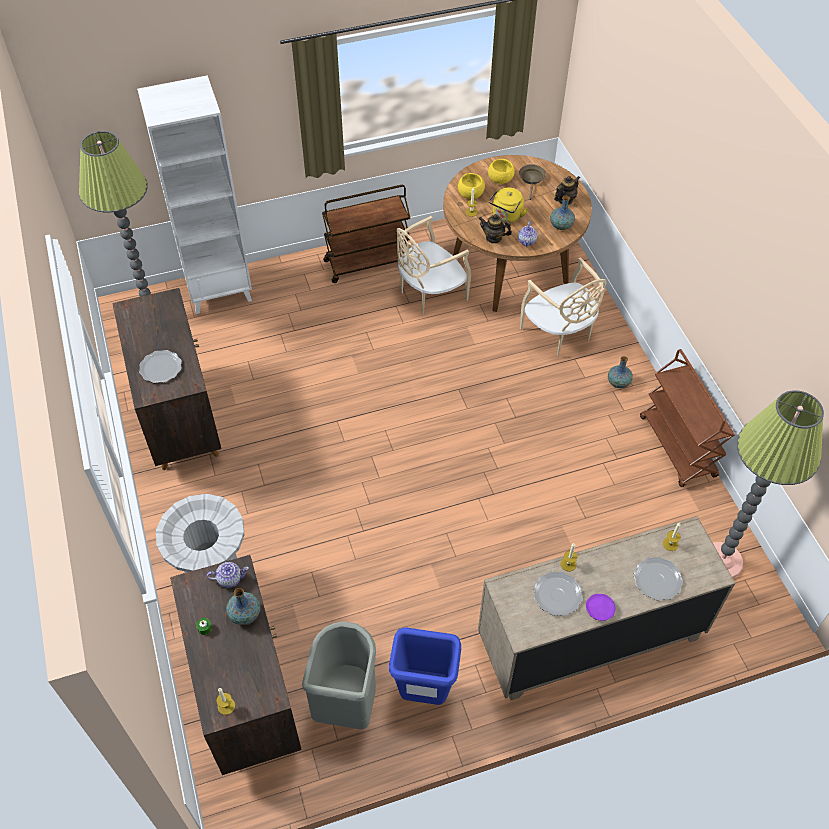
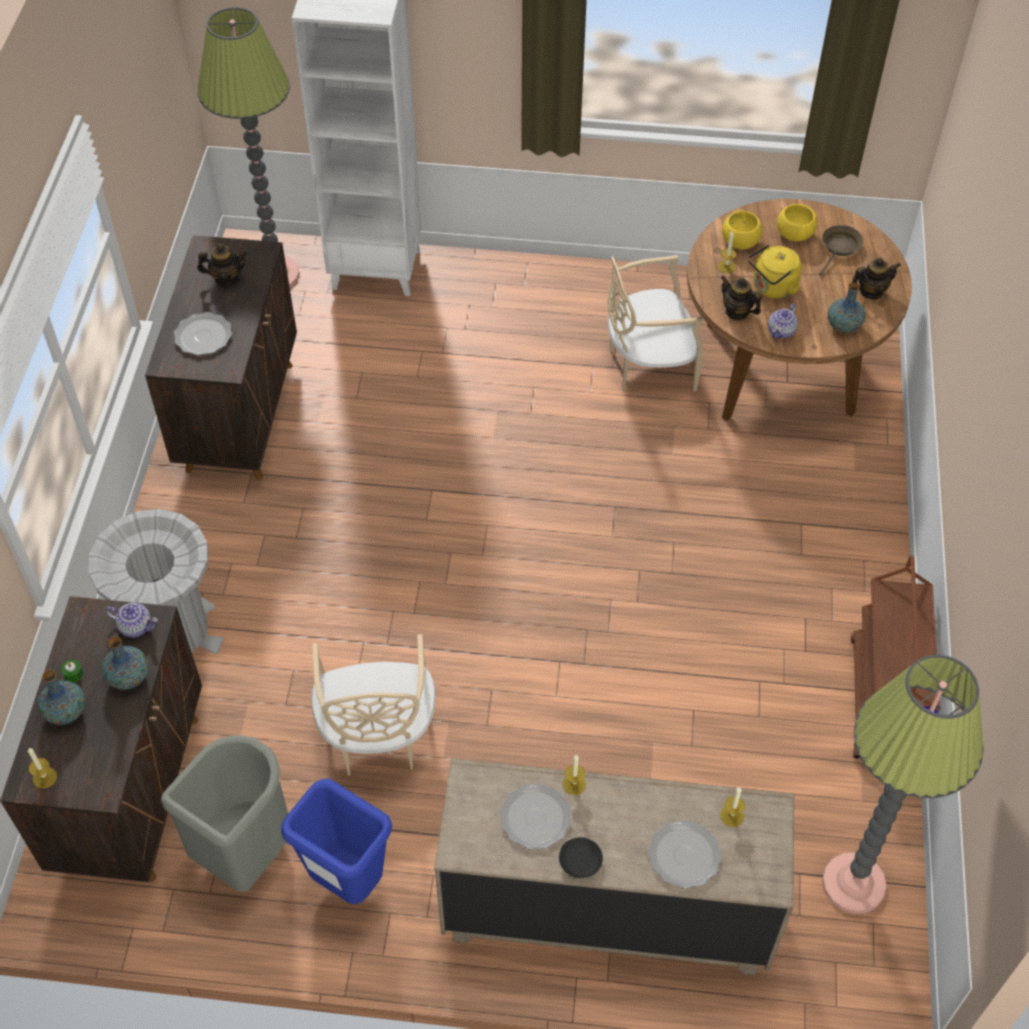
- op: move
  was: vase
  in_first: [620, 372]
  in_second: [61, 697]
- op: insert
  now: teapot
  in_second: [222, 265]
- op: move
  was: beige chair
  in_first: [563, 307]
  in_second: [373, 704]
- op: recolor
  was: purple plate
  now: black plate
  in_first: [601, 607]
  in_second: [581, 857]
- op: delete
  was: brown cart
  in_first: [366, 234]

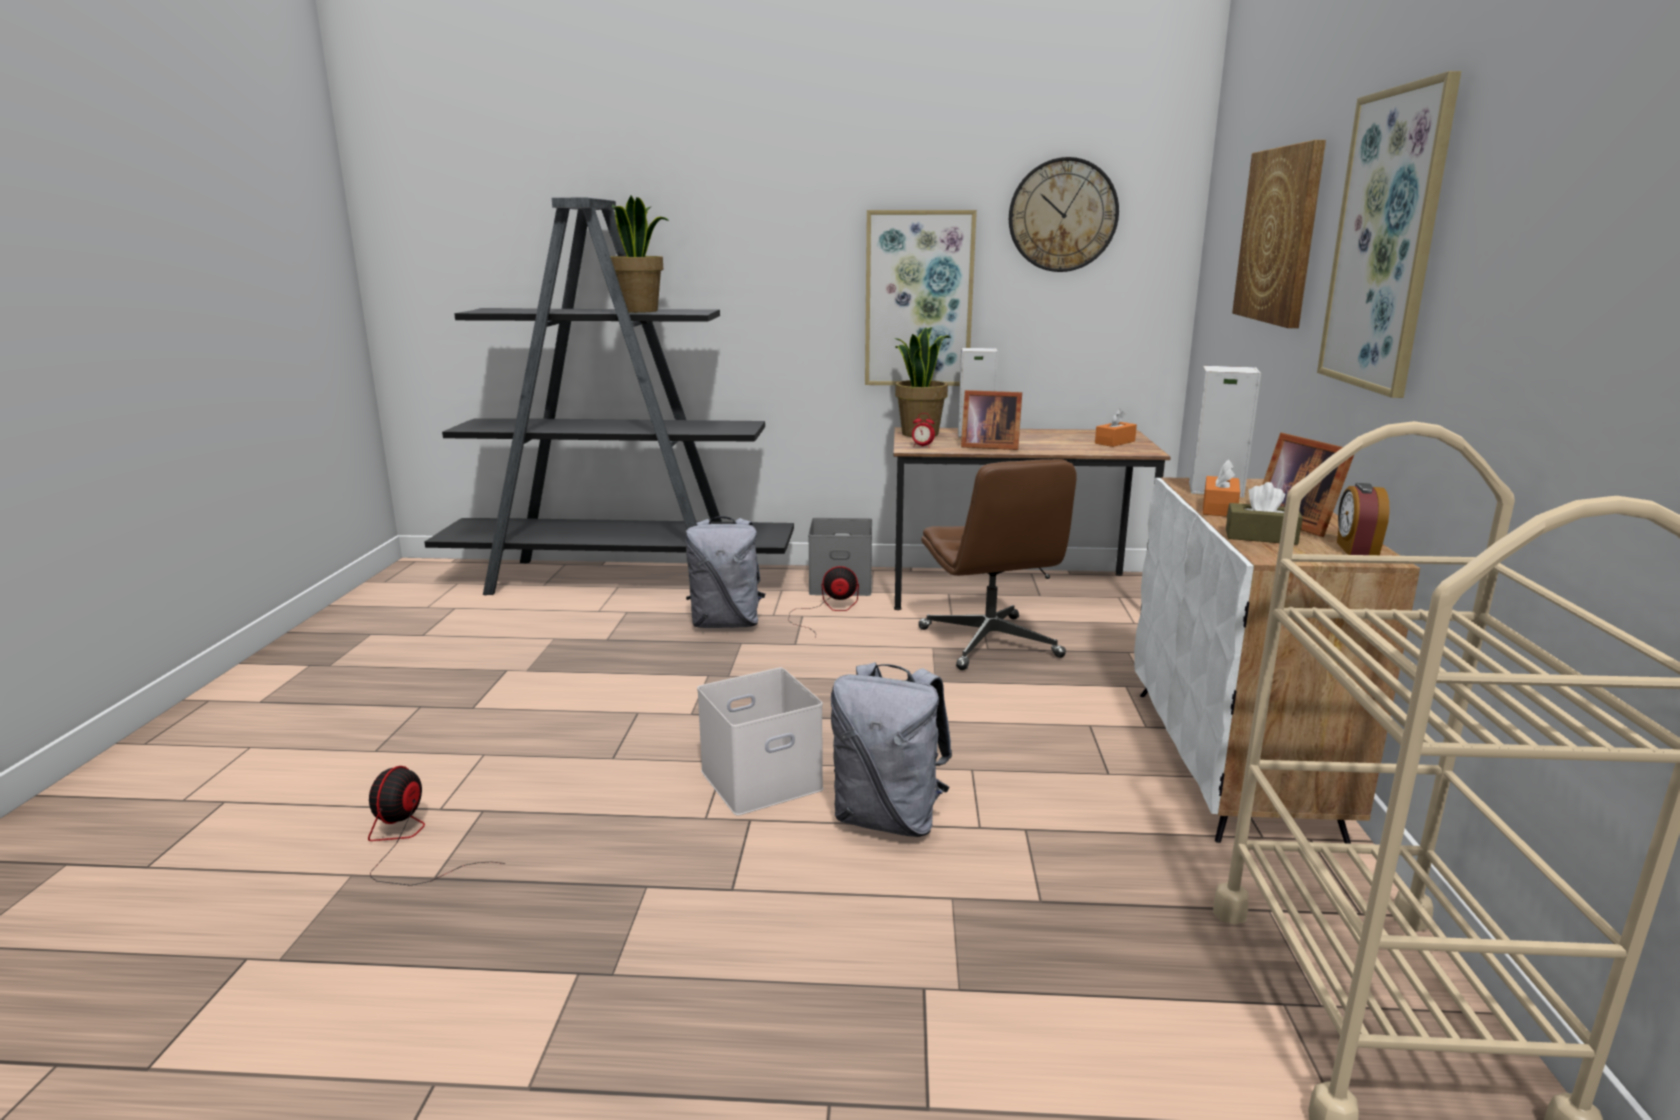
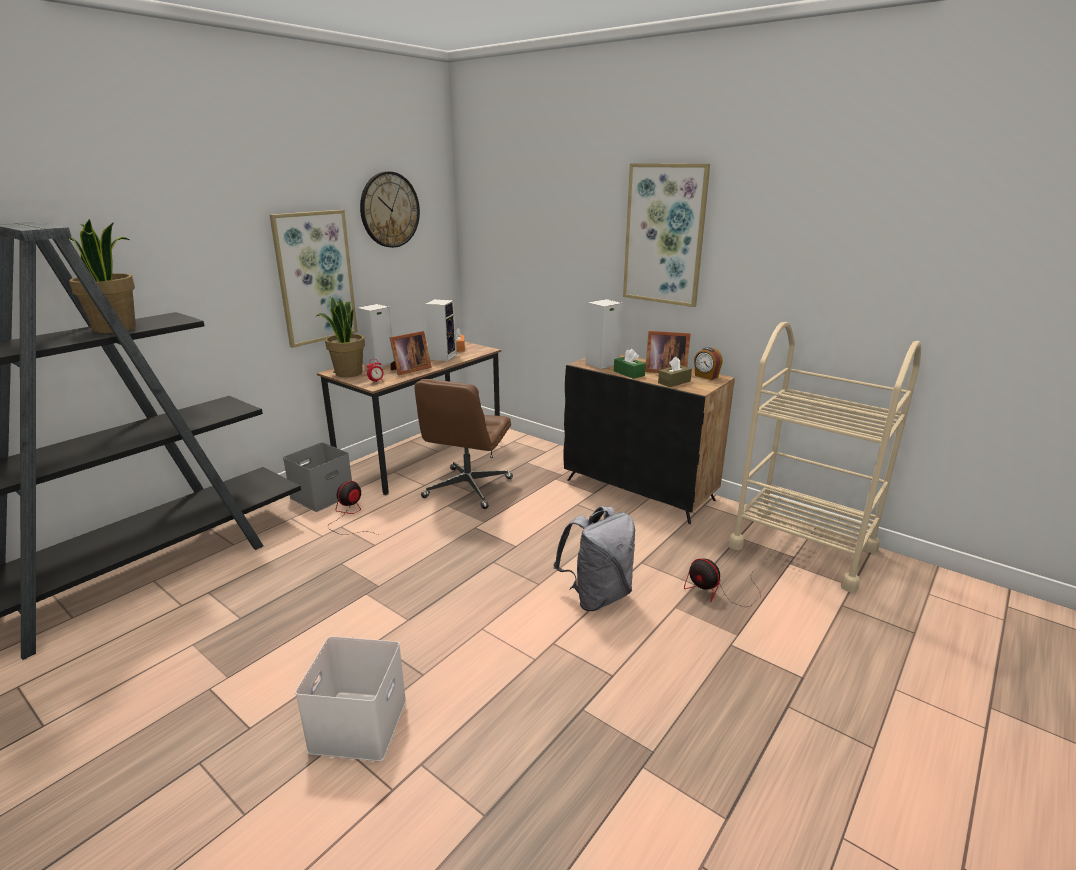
- op: move
  was: white storage box
  in_first: [760, 742]
  in_second: [350, 698]
- op: rotate
  was: brown office chair
  in_first: [997, 564]
  in_second: [464, 444]
  clockwise: 90
- op: insert
  now: speaker
  in_second: [441, 330]
- op: recolor
  was: white cabinet
  now: black cabinet
  in_first: [1277, 660]
  in_second: [649, 439]
- op: recolor
  was: orange tissue box
  now: green tissue box
  in_first: [1221, 488]
  in_second: [630, 364]
- op: move
  was: fan
  in_first: [436, 826]
  in_second: [722, 583]
- op: delete
  was: grey backpack
  in_first: [725, 572]
- op: delete
  was: picture
  in_first: [1279, 234]

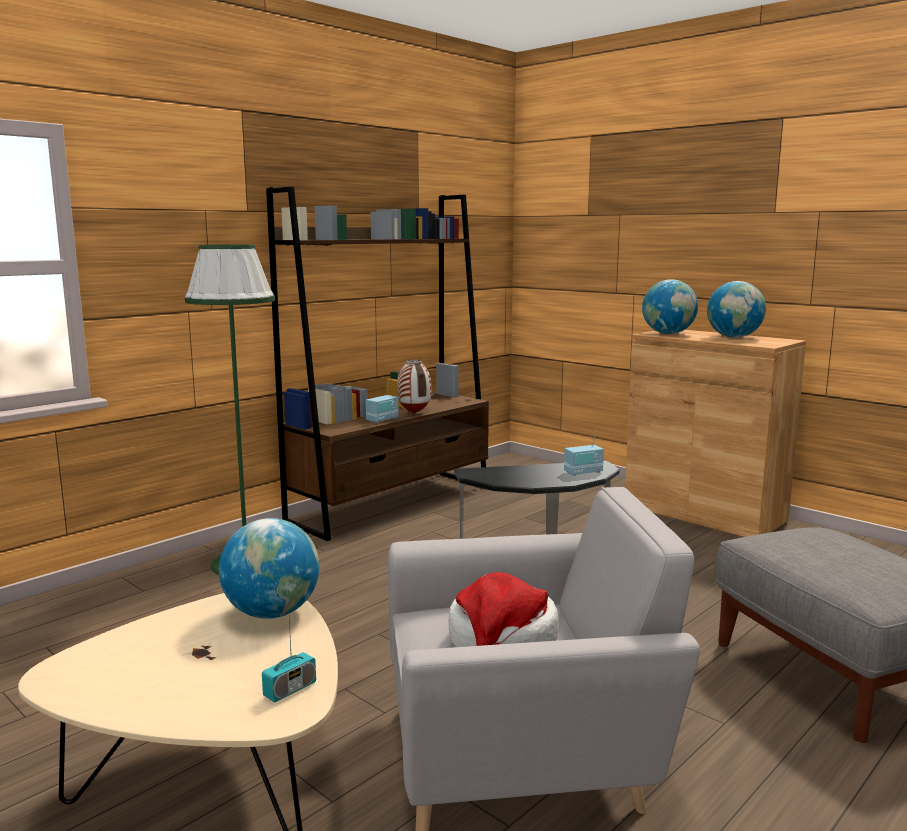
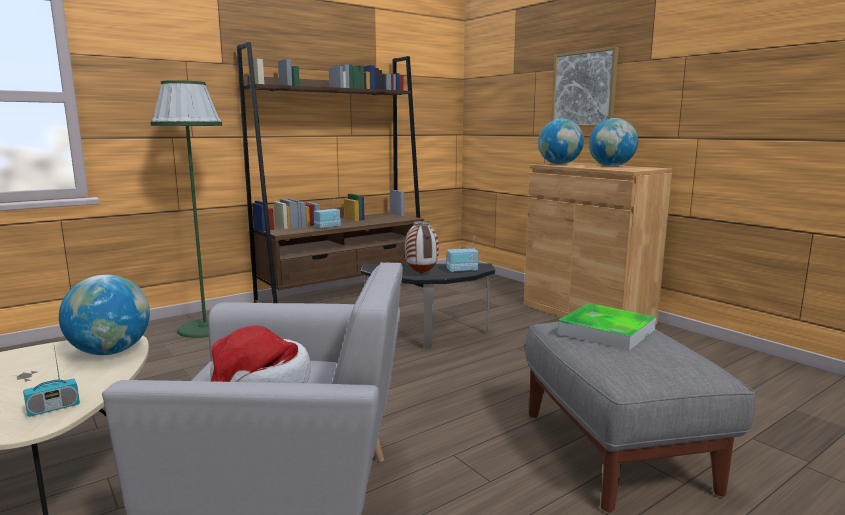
- op: move
  was: vase
  in_first: [414, 387]
  in_second: [422, 247]
- op: insert
  now: picture
  in_second: [585, 87]
- op: insert
  now: tray
  in_second: [607, 327]

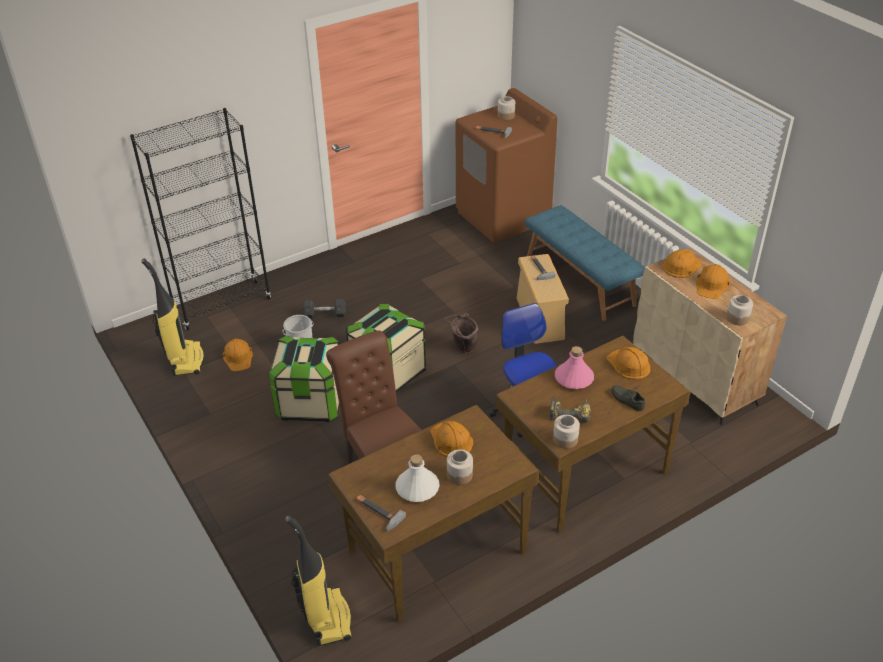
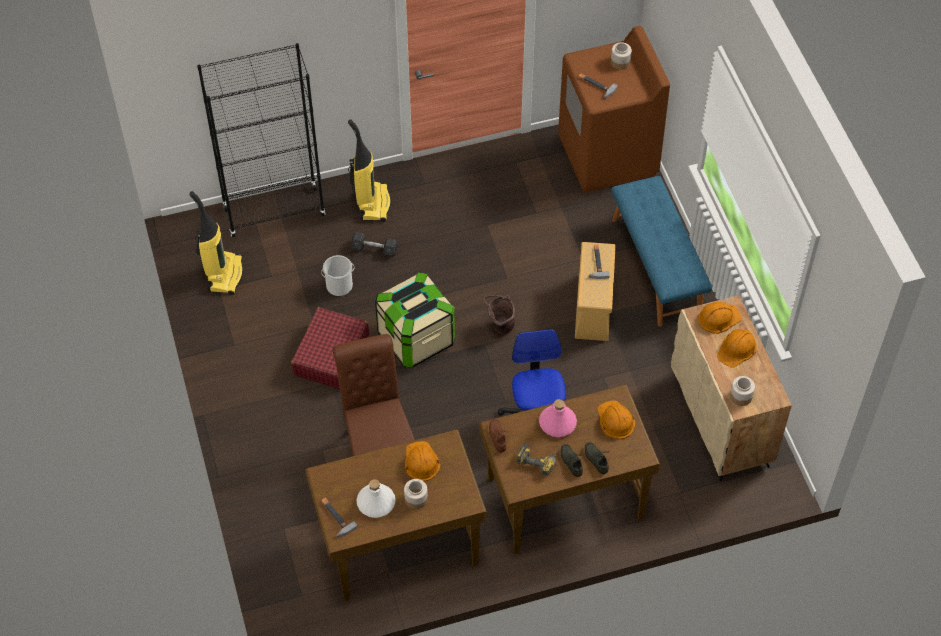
- op: replace
  was: storage box
  now: red suitcase
  in_first: [304, 379]
  in_second: [330, 348]
- op: move
  was: vacuum cleaner
  in_first: [318, 581]
  in_second: [369, 170]
- op: insert
  now: brown shoe
  in_second: [499, 436]
- op: insert
  now: grey shoe
  in_second: [572, 460]
- op: delete
  was: orange hard hat
  in_first: [238, 355]
- op: delete
  was: jar
  in_first: [566, 432]

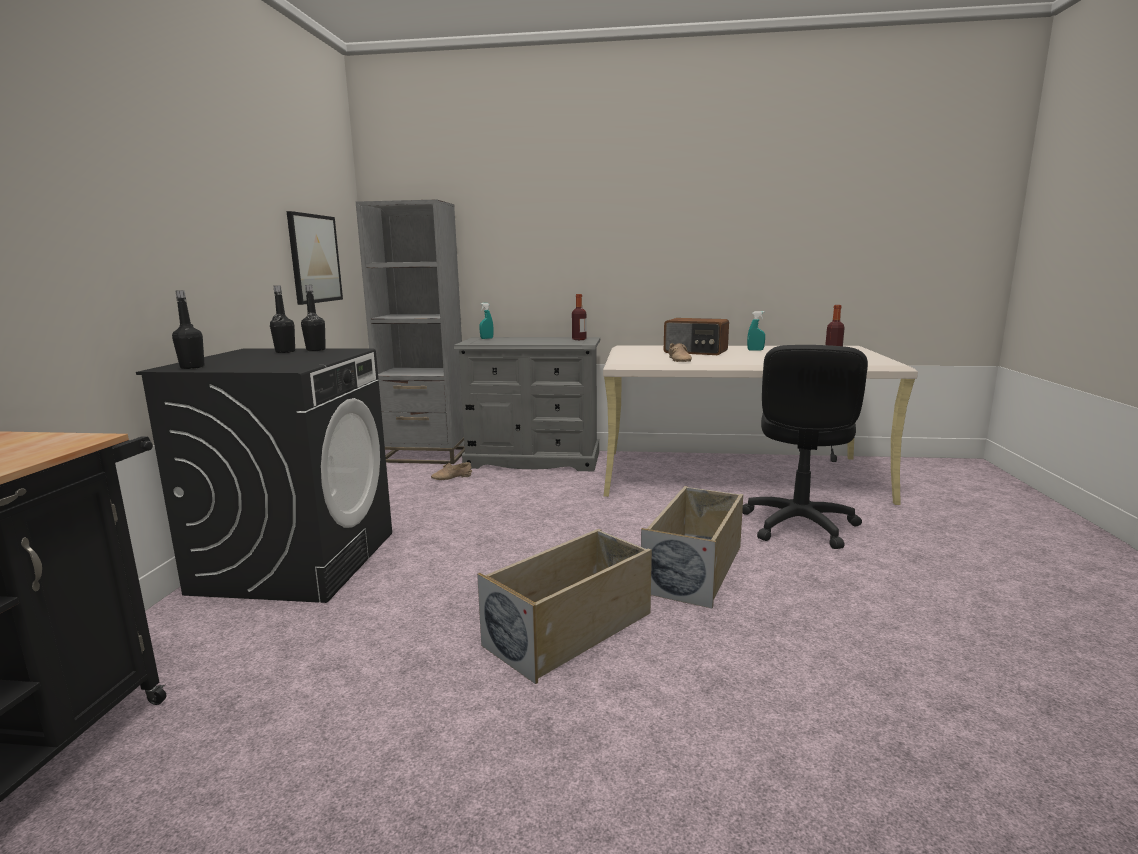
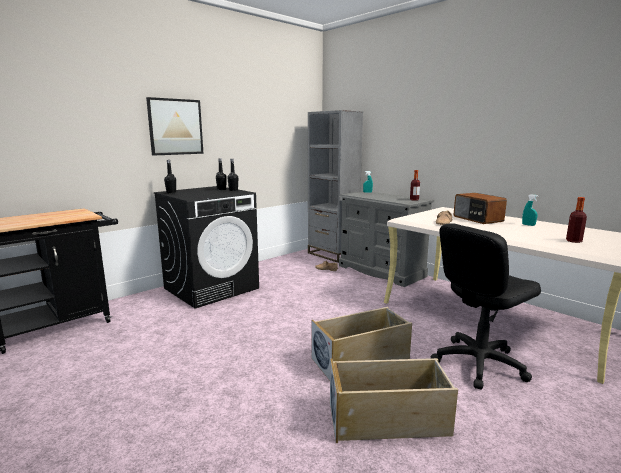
- op: move
  was: picture
  in_first: [315, 258]
  in_second: [175, 126]
- op: move
  was: beige storage box
  in_first: [564, 606]
  in_second: [394, 400]

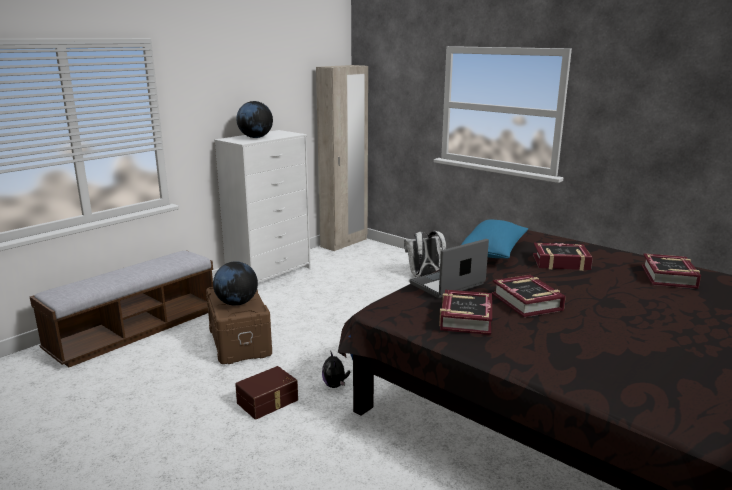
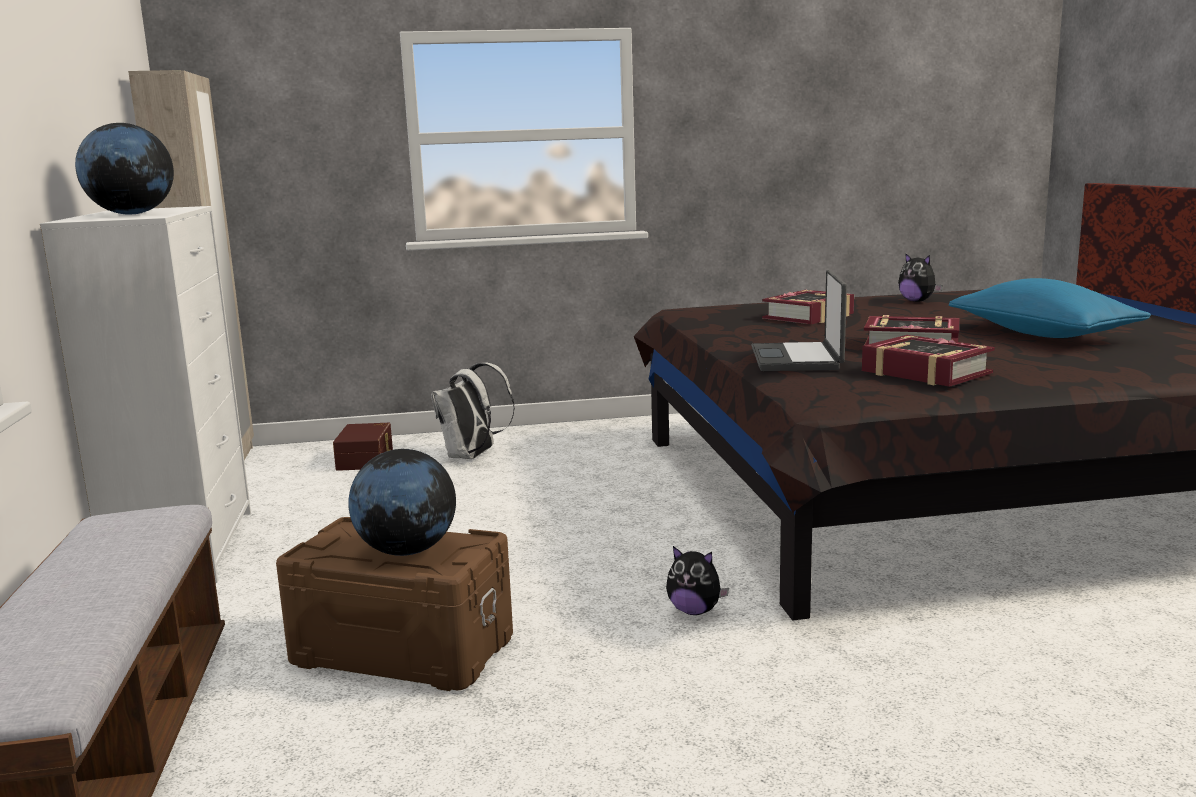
- op: move
  was: brown storage box
  in_first: [266, 393]
  in_second: [363, 447]
- op: replace
  was: book
  now: plush toy
  in_first: [671, 271]
  in_second: [920, 277]
- op: move
  was: blue pillow
  in_first: [494, 239]
  in_second: [1050, 308]

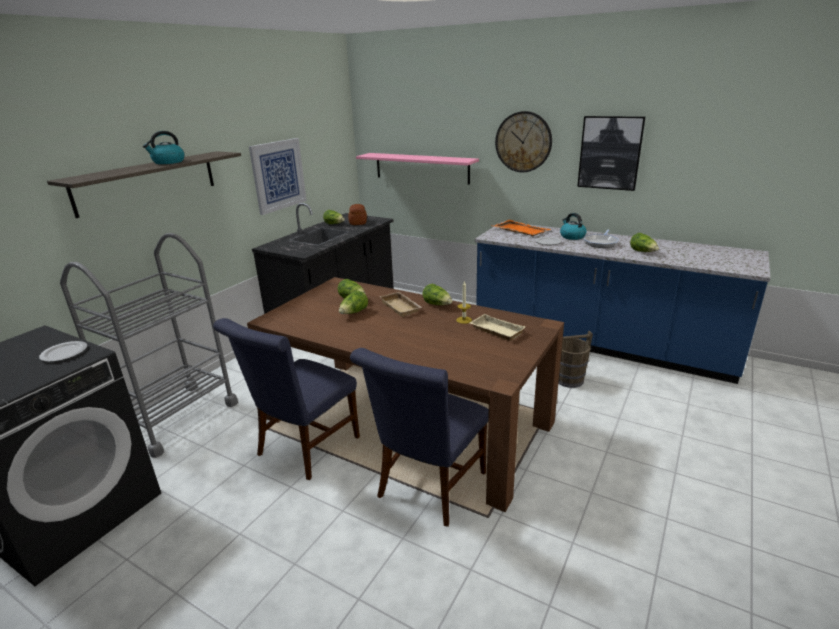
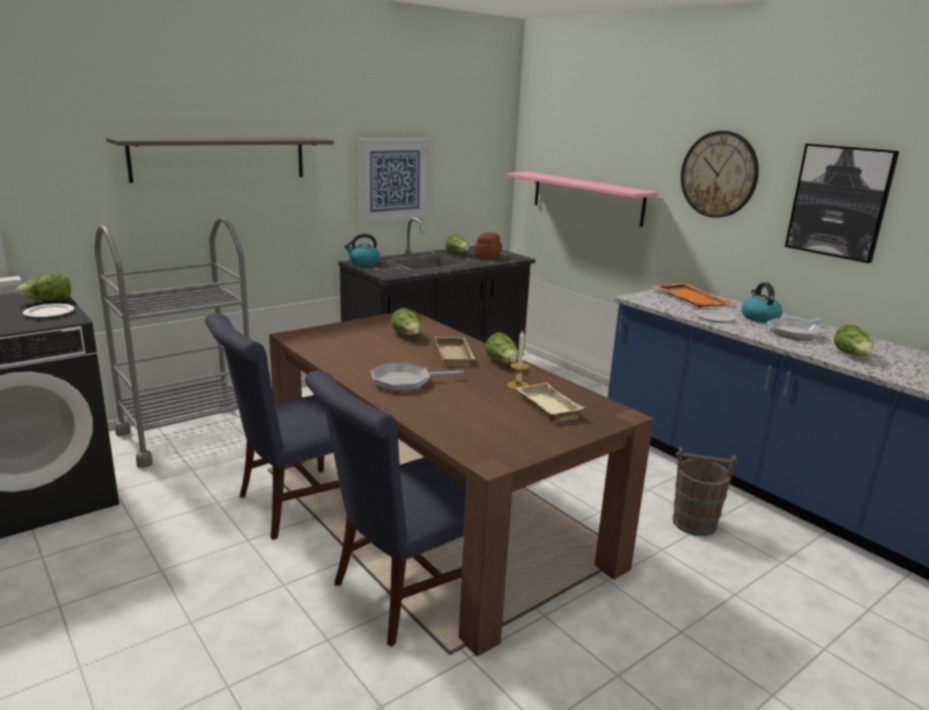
- op: move
  was: lettuce
  in_first: [353, 302]
  in_second: [43, 287]
- op: move
  was: kettle
  in_first: [164, 147]
  in_second: [362, 249]
- op: insert
  now: frying pan
  in_second: [417, 377]

